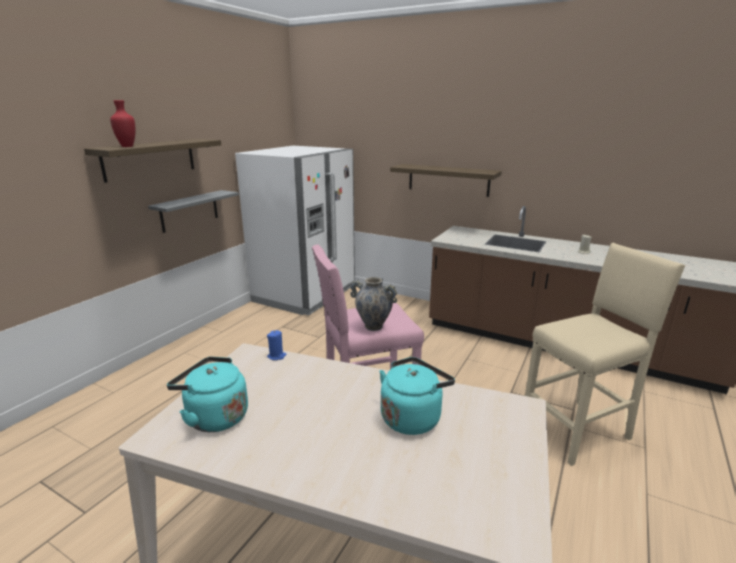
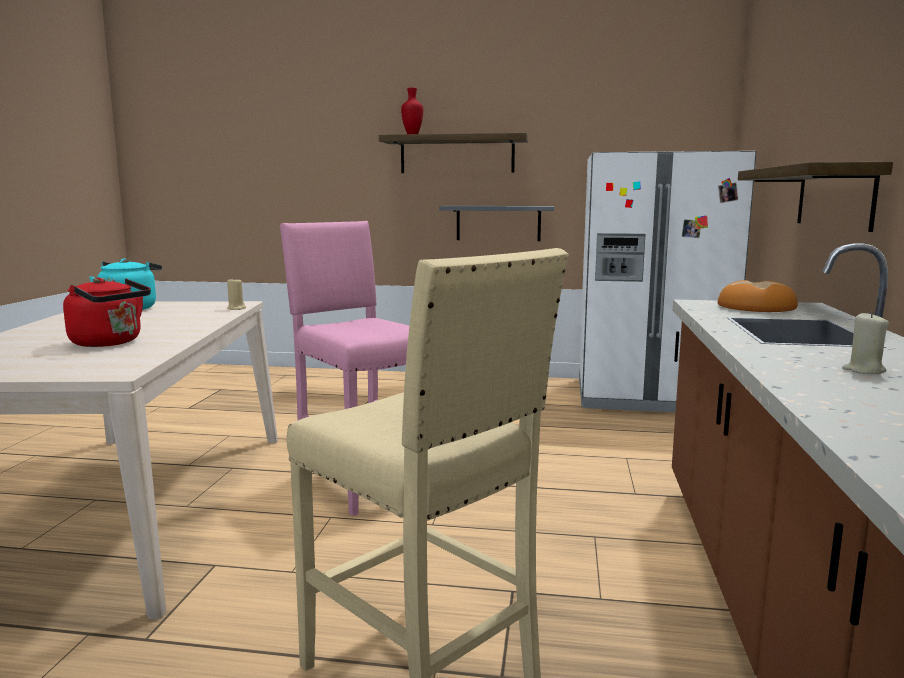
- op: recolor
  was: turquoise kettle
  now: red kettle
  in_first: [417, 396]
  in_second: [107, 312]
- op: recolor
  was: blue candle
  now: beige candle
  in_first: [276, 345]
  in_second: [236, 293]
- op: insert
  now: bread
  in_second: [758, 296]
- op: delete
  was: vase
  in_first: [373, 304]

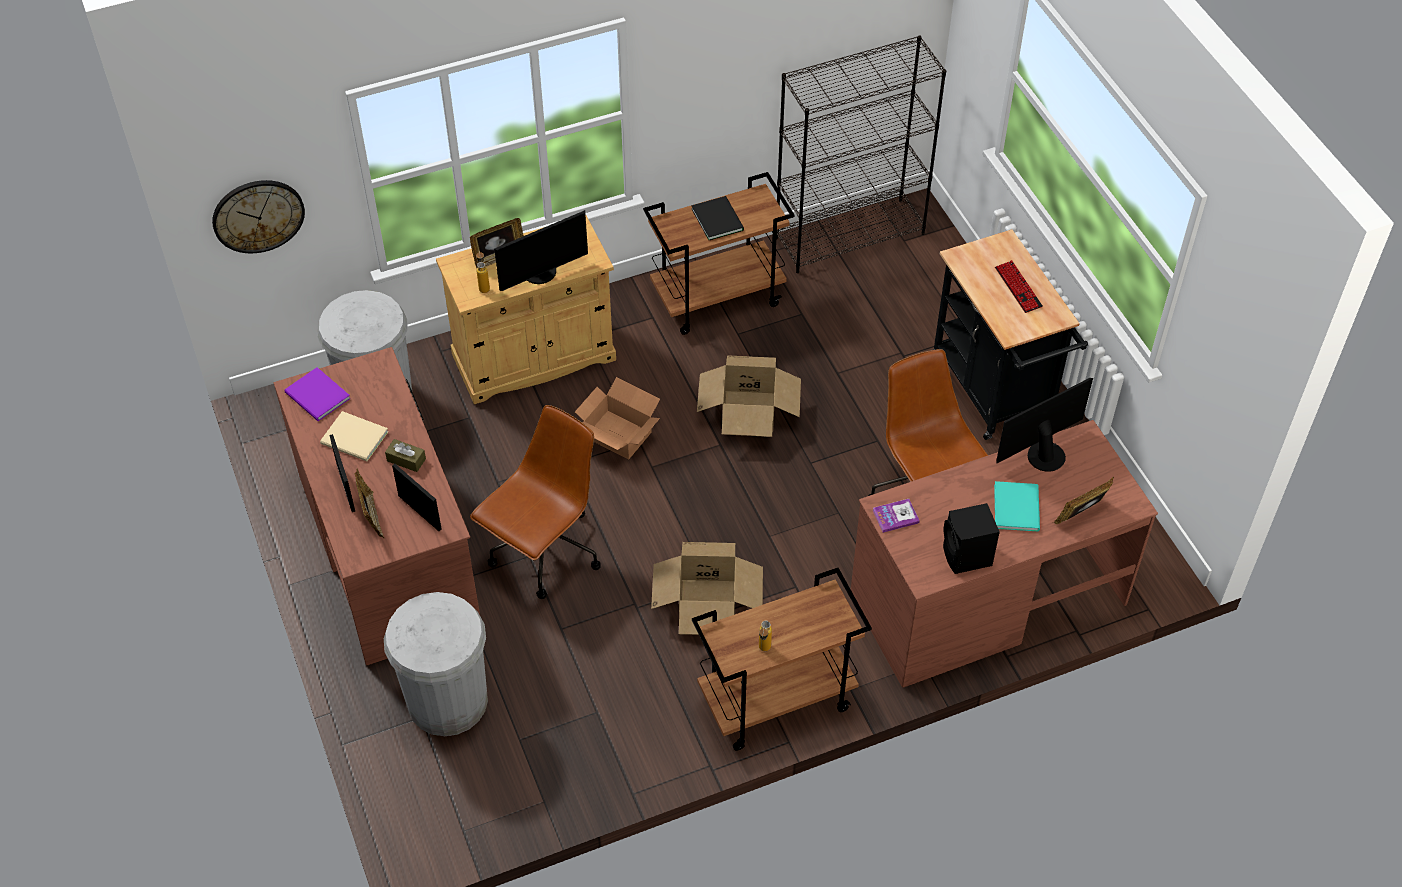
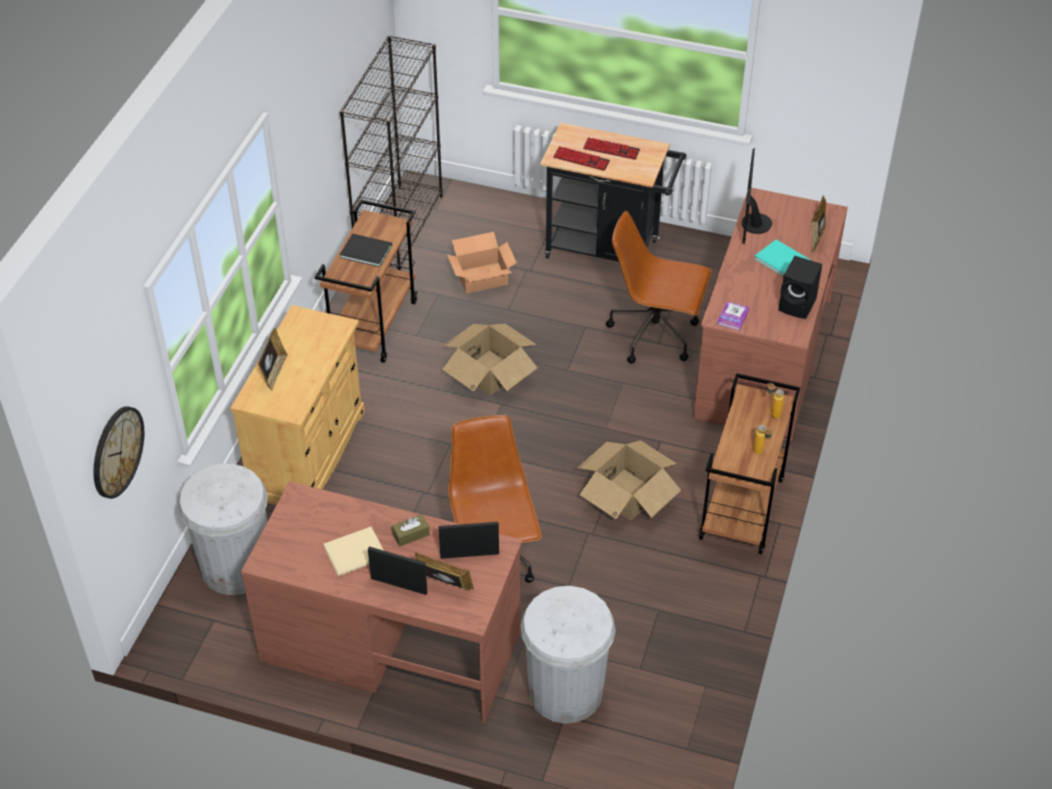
- op: move
  was: cardboard box
  in_first: [617, 418]
  in_second: [482, 263]
- op: insert
  now: keyboard
  in_second: [581, 158]
- op: move
  was: bottle
  in_first: [483, 271]
  in_second: [775, 401]
- op: delete
  was: purple book
  in_first: [317, 394]
- op: delete
  was: monitor
  in_first: [541, 250]

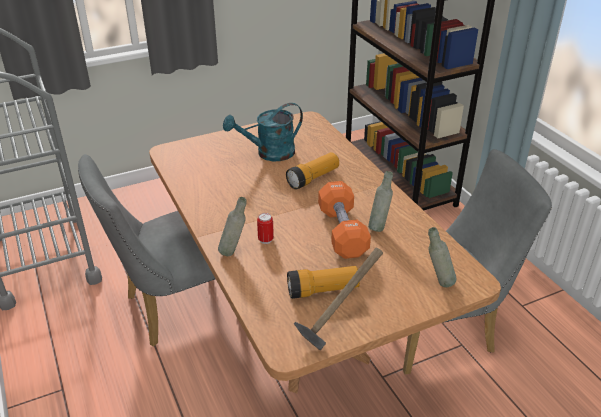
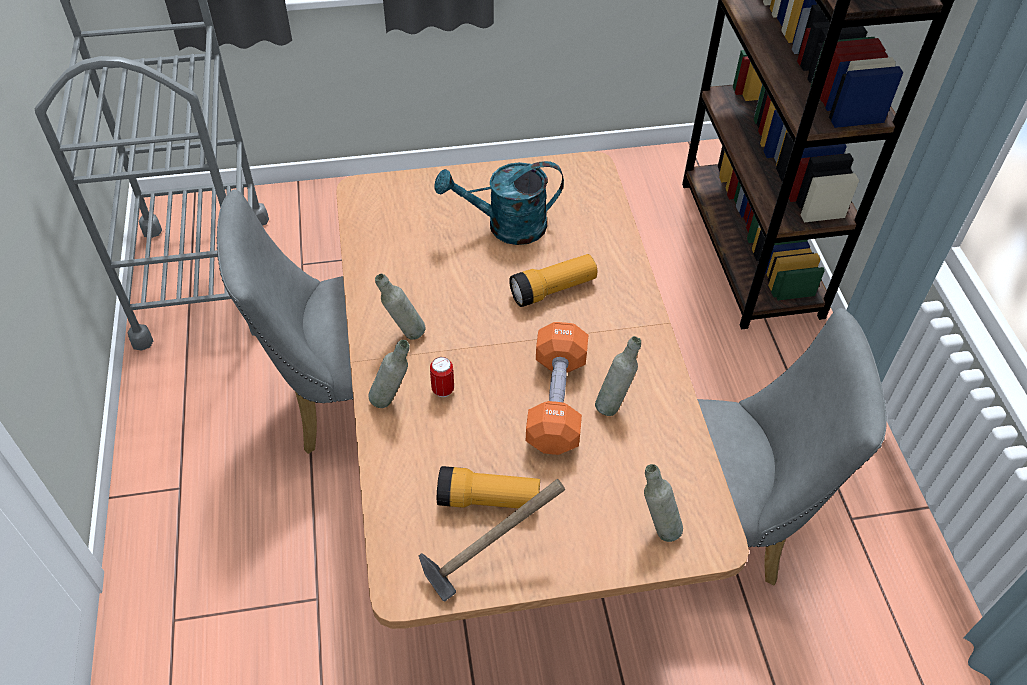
- op: insert
  now: grey bottle
  in_second: [400, 307]

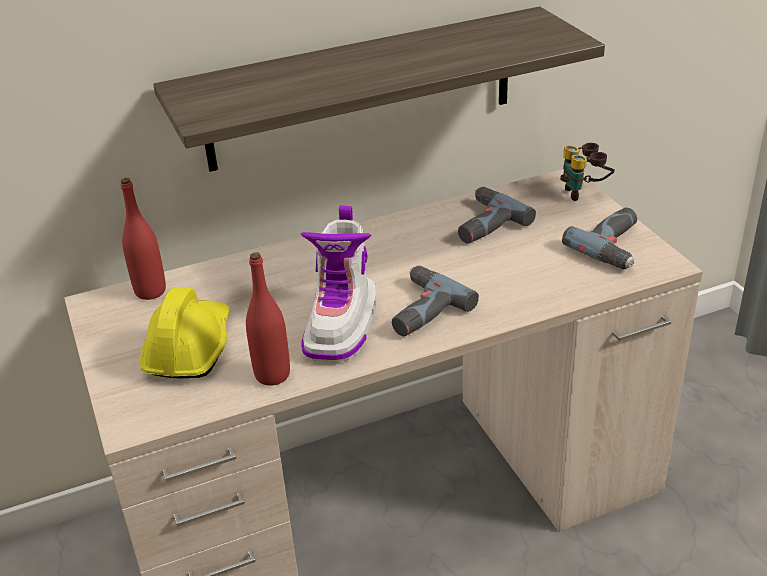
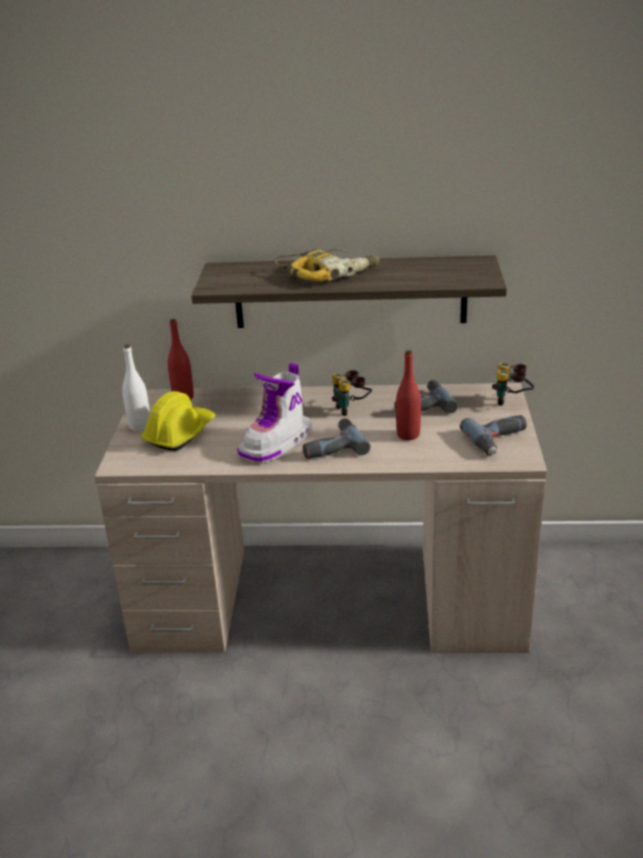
- op: insert
  now: white bottle
  in_second: [136, 387]
- op: insert
  now: power drill
  in_second: [327, 265]
- op: insert
  now: binoculars
  in_second: [352, 393]
- op: move
  was: red bottle
  in_first: [268, 319]
  in_second: [408, 395]

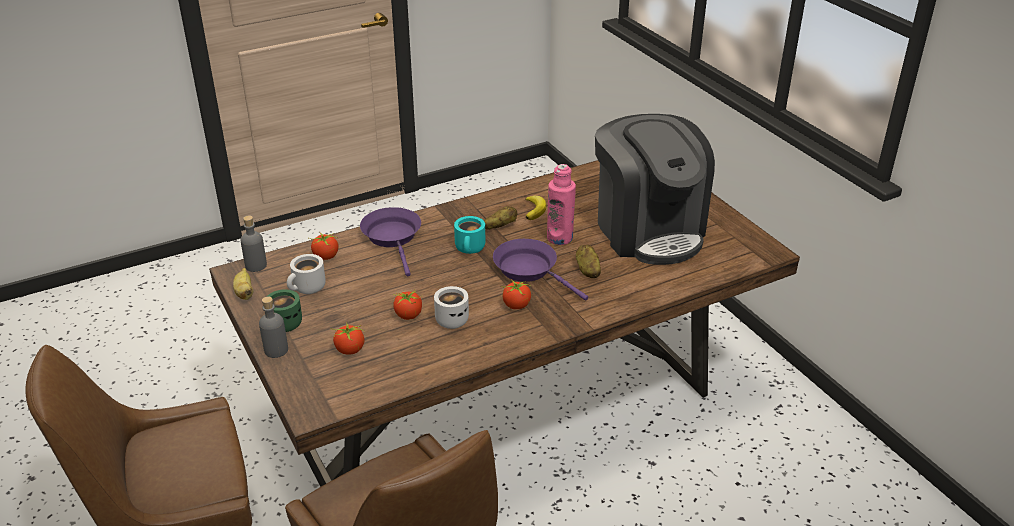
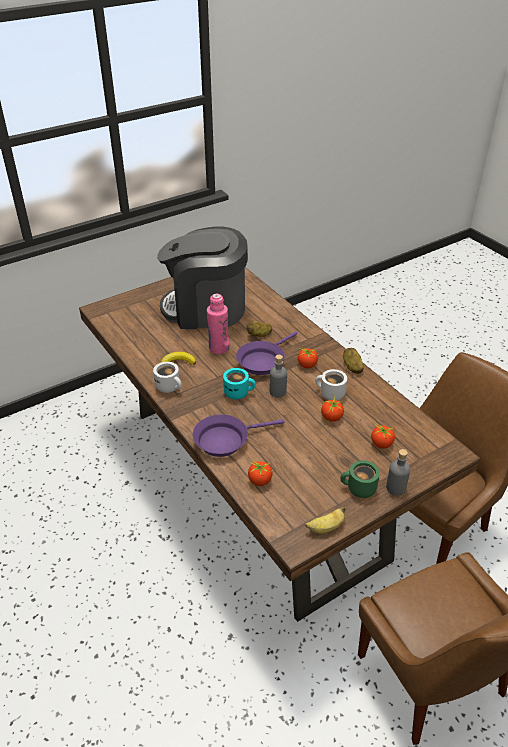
- op: move
  was: white mug
  in_first: [306, 274]
  in_second: [167, 377]
- op: rotate
  was: coffee machine
  in_first: [655, 189]
  in_second: [202, 277]
  clockwise: -150
- op: move
  was: grey bottle
  in_first: [254, 244]
  in_second: [278, 376]
- op: move
  was: potato
  in_first: [500, 218]
  in_second: [353, 361]

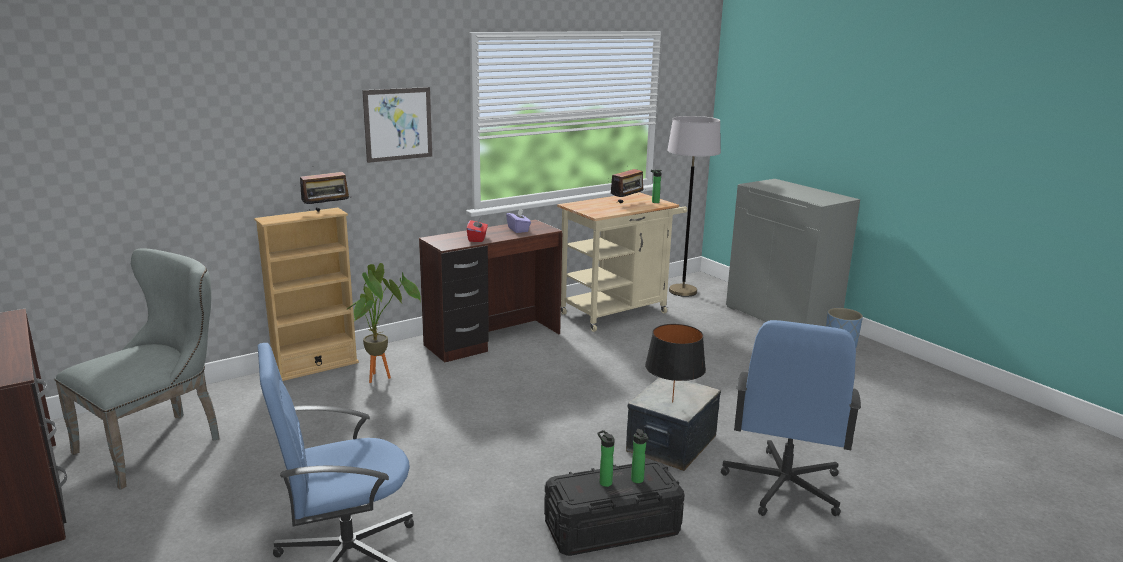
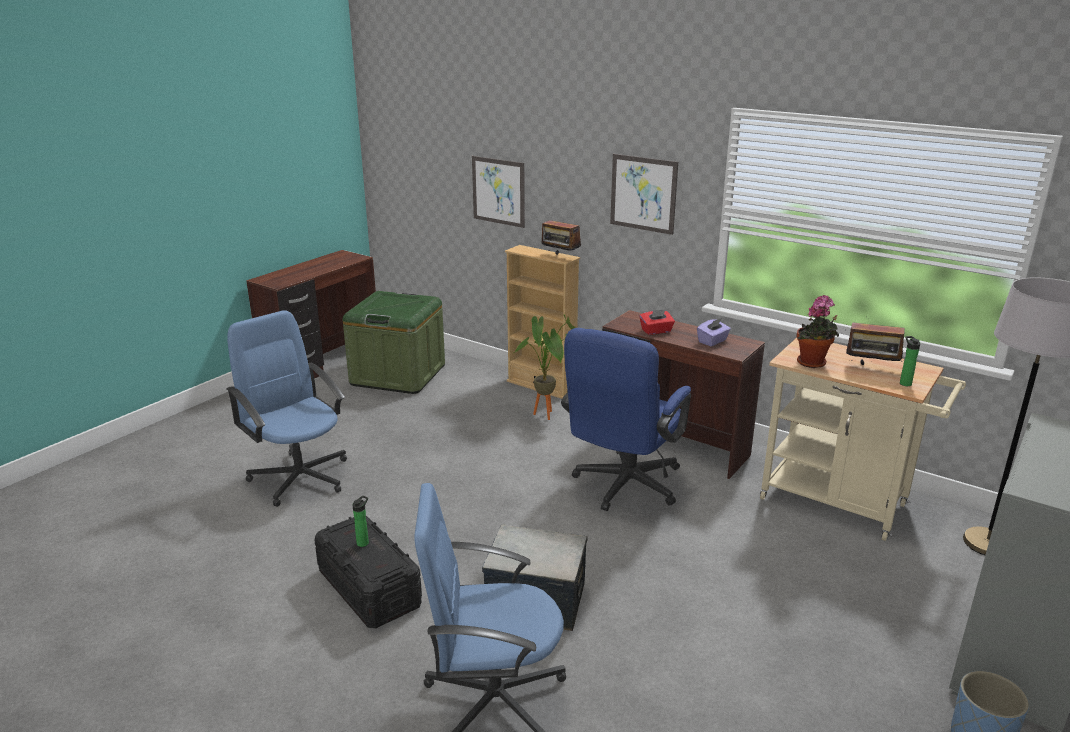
- op: replace
  was: grey chair
  now: green storage box
  in_first: [137, 369]
  in_second: [394, 342]
- op: insert
  now: picture
  in_second: [498, 192]
- op: insert
  now: blue office chair
  in_second: [626, 419]
- op: insert
  now: potted plant
  in_second: [818, 331]
- op: delete
  was: bottle
  in_first: [639, 456]
- op: delete
  was: black table lamp
  in_first: [675, 363]

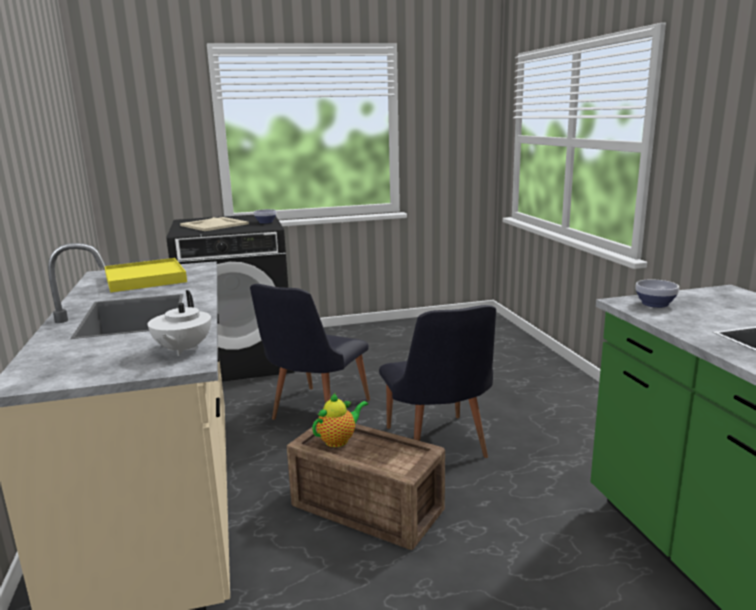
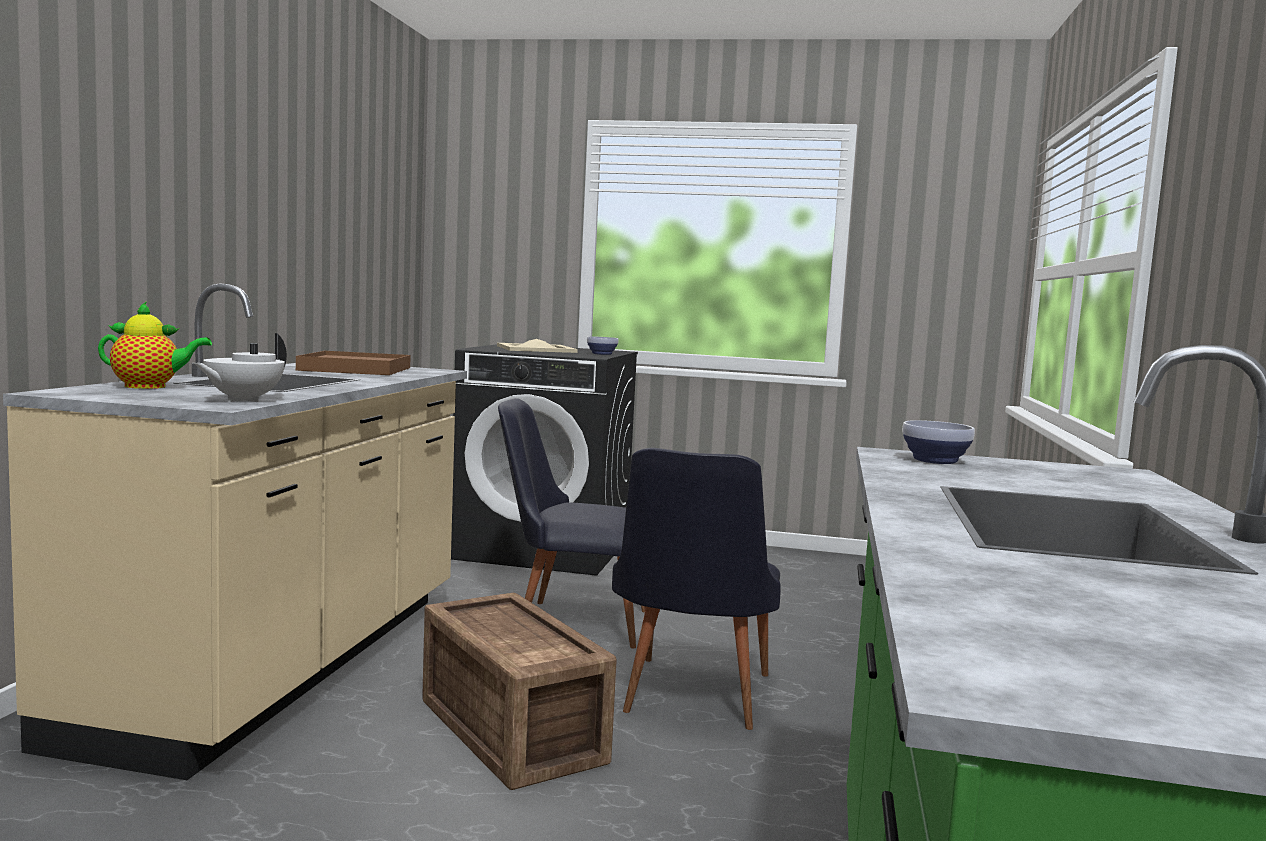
- op: move
  was: teapot
  in_first: [340, 420]
  in_second: [155, 345]
- op: recolor
  was: yellow tray
  now: brown tray
  in_first: [146, 275]
  in_second: [353, 363]
- op: rotate
  was: black chair
  in_first: [310, 352]
  in_second: [571, 523]
  clockwise: 45

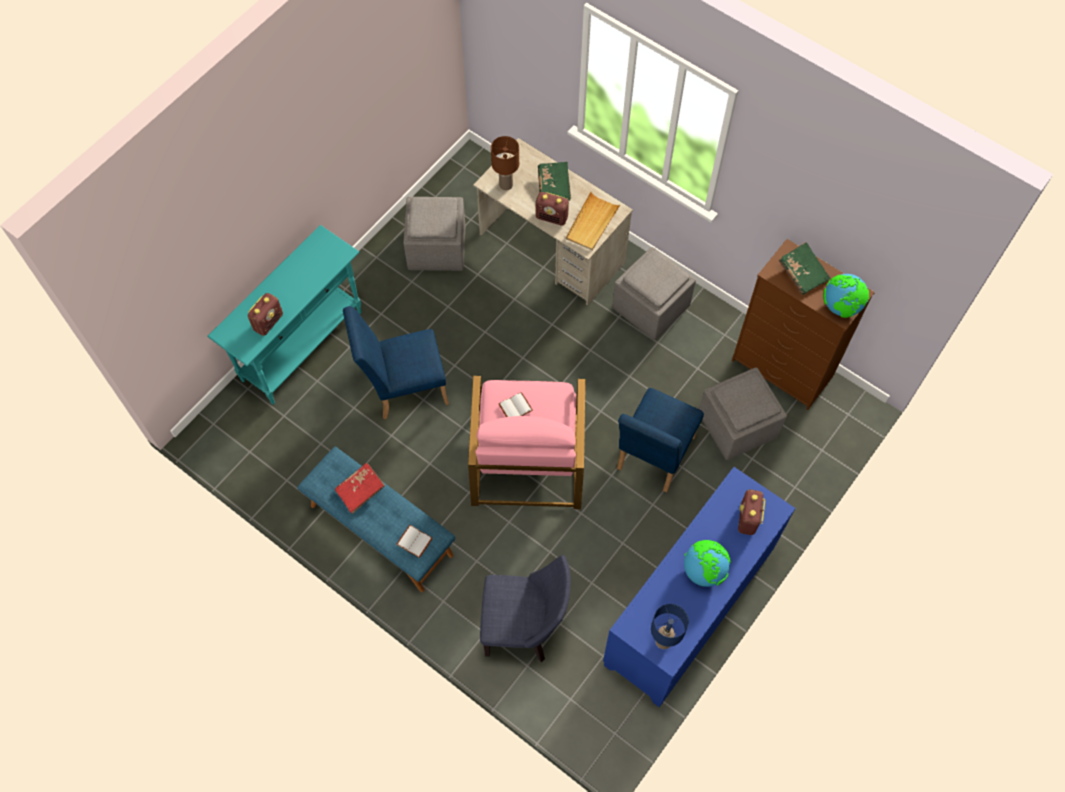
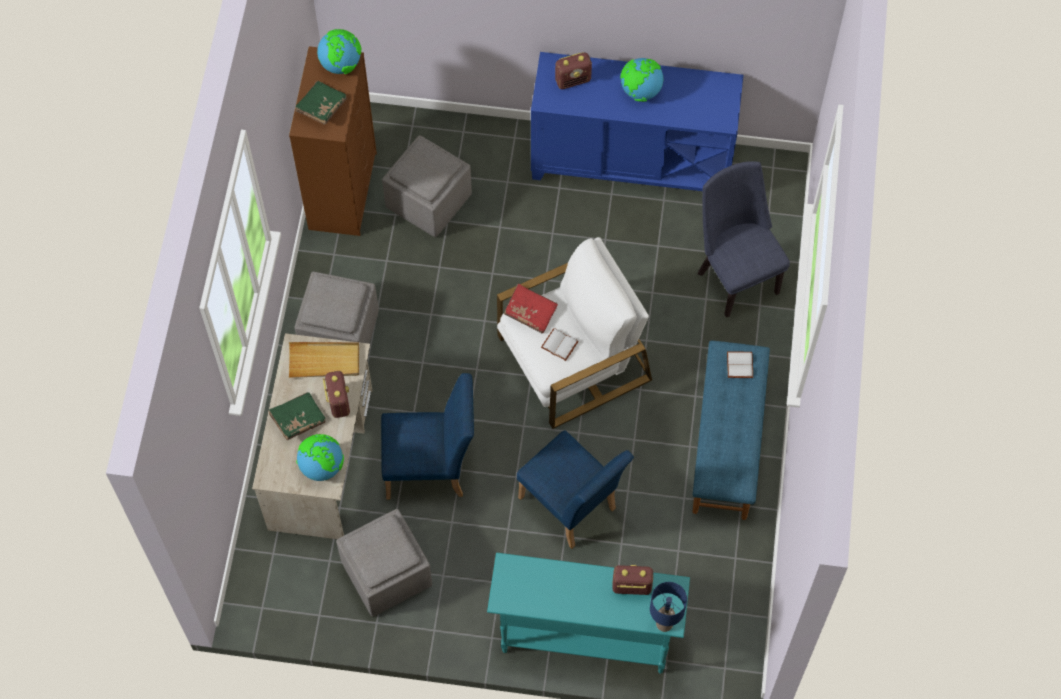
- op: replace
  was: brown table lamp
  now: globe
  in_first: [505, 163]
  in_second: [320, 457]
- op: move
  was: blue chair
  in_first: [660, 440]
  in_second: [427, 436]
- op: recolor
  was: pink armchair
  now: white armchair
  in_first: [527, 442]
  in_second: [574, 333]
- op: move
  was: red book
  in_first: [360, 488]
  in_second: [531, 308]
- op: move
  was: blue table lamp
  in_first: [670, 626]
  in_second: [668, 607]

